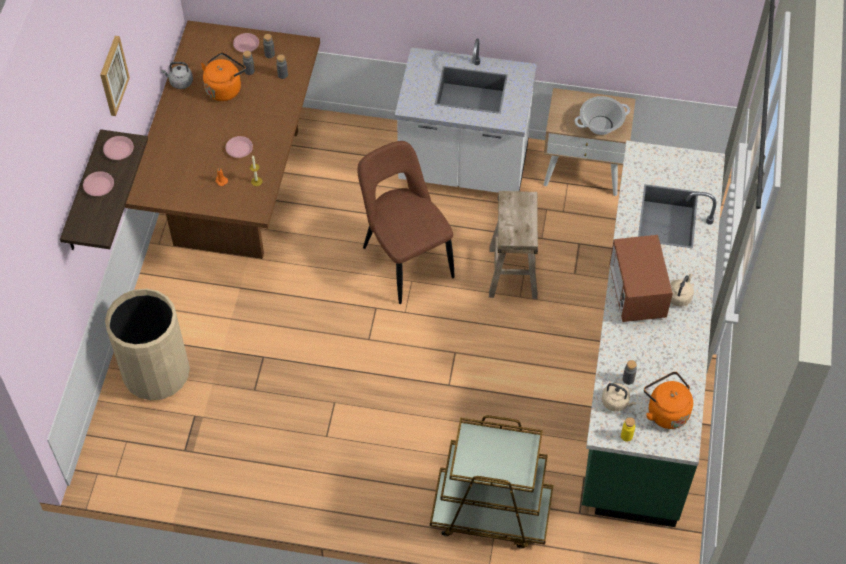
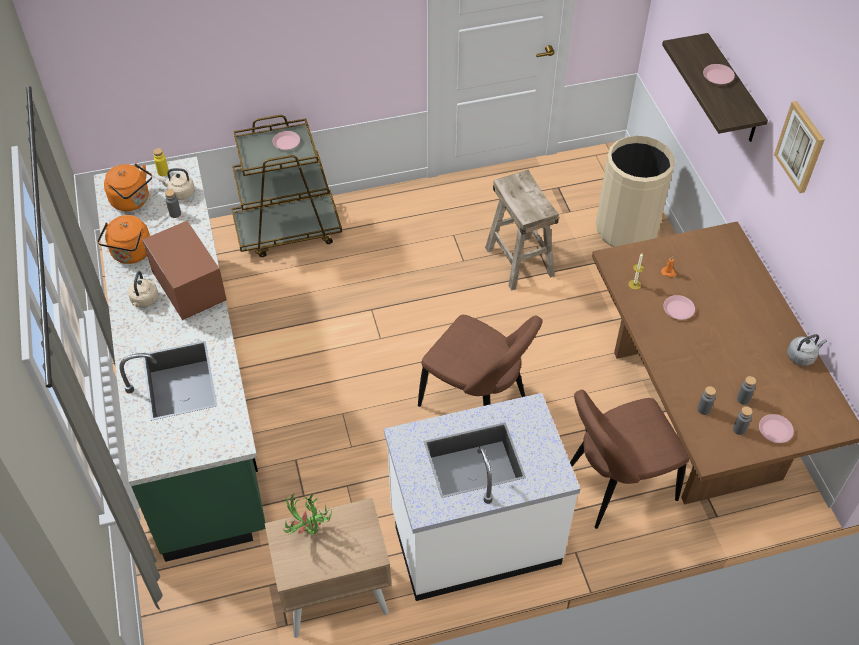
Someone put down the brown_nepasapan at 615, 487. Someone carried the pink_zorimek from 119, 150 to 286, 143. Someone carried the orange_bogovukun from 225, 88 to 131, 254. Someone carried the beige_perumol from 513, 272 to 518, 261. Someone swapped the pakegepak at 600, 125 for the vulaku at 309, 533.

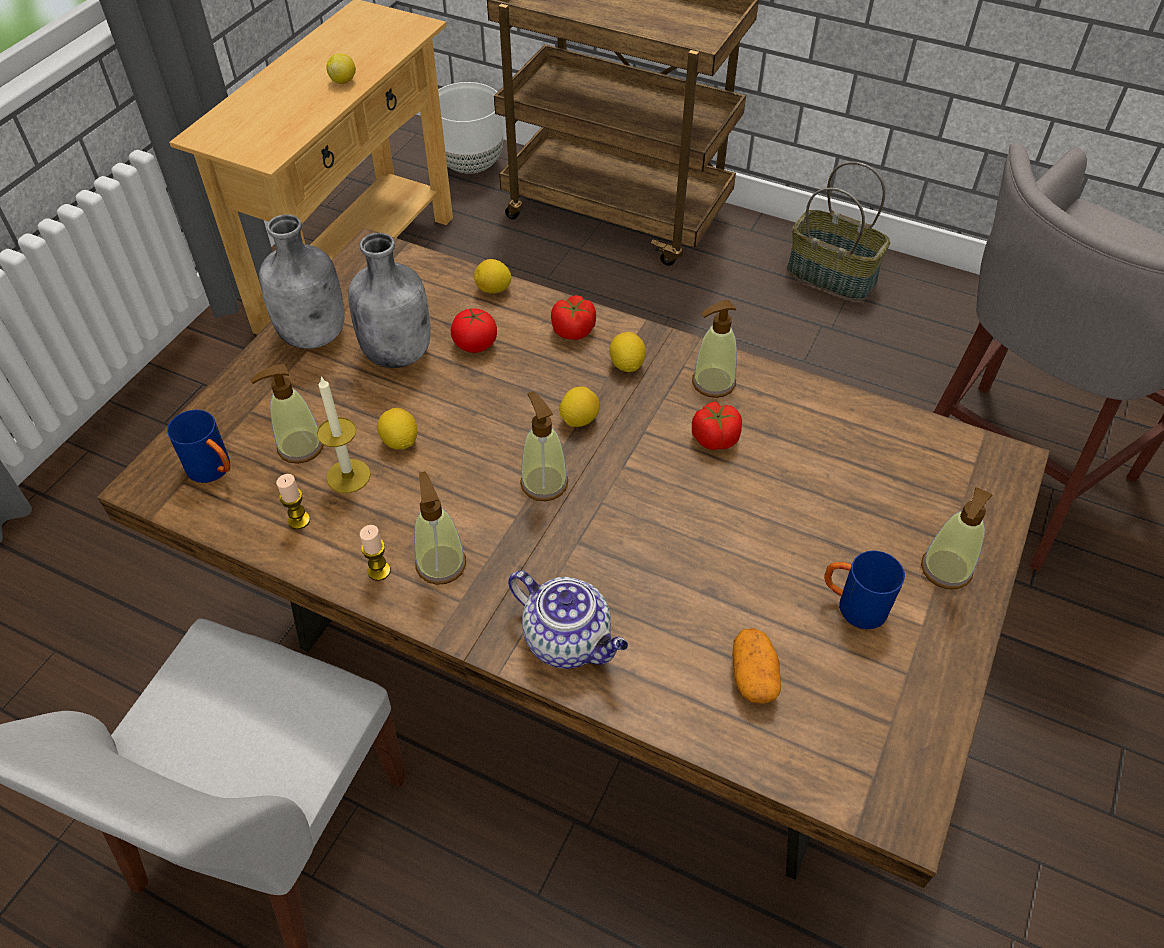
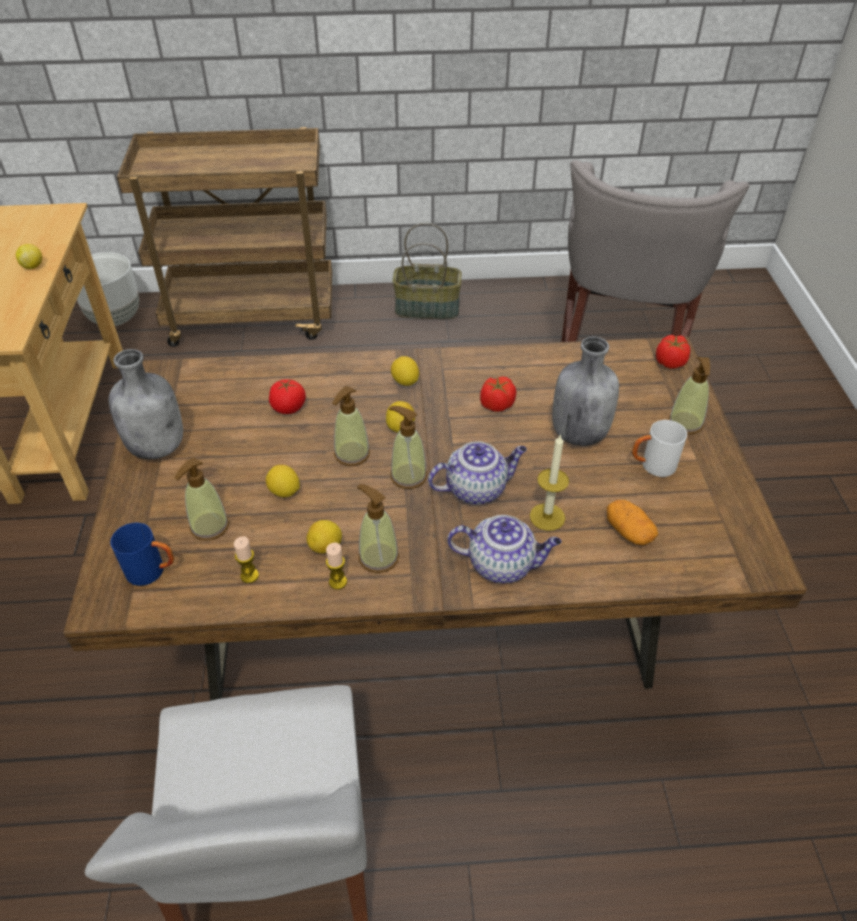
Someone put down the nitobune at 477, 489. Someone carried the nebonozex from 348, 476 to 547, 517. Someone carried the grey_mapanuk from 398, 352 to 578, 433. Someone carried the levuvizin from 493, 290 to 325, 547. Someone carried the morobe from 574, 331 to 670, 362. Someone carried the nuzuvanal from 713, 383 to 351, 454. Someone repainted the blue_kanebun at 852, 606, which became the white_kanebun at 652, 466.

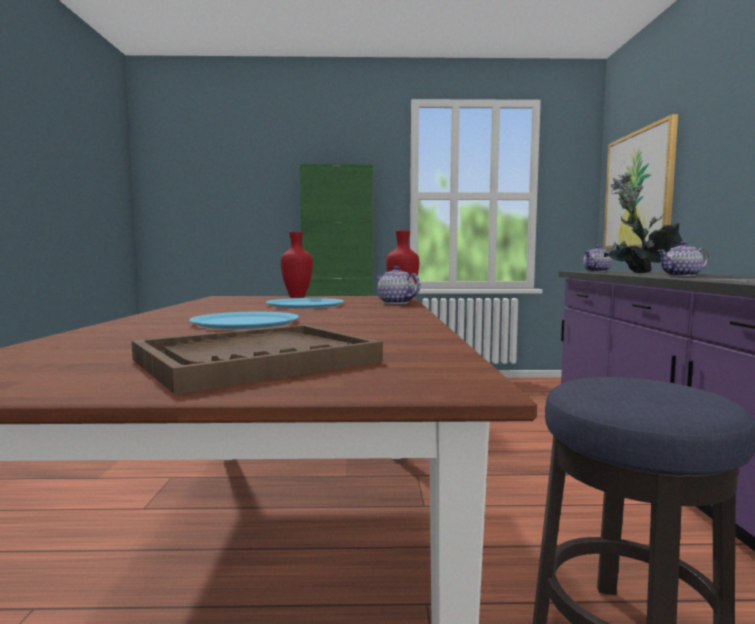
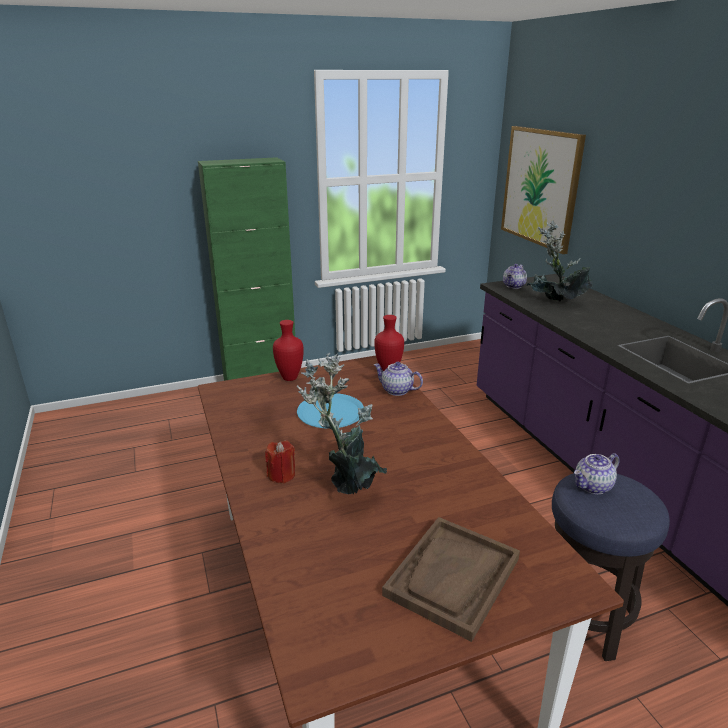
Someone put down the red_nebonozex at 281, 475. Someone carried the nitobune from 681, 275 to 593, 486. Someone swapped the blue_zorimek at 245, 322 for the vulaku at 348, 485.

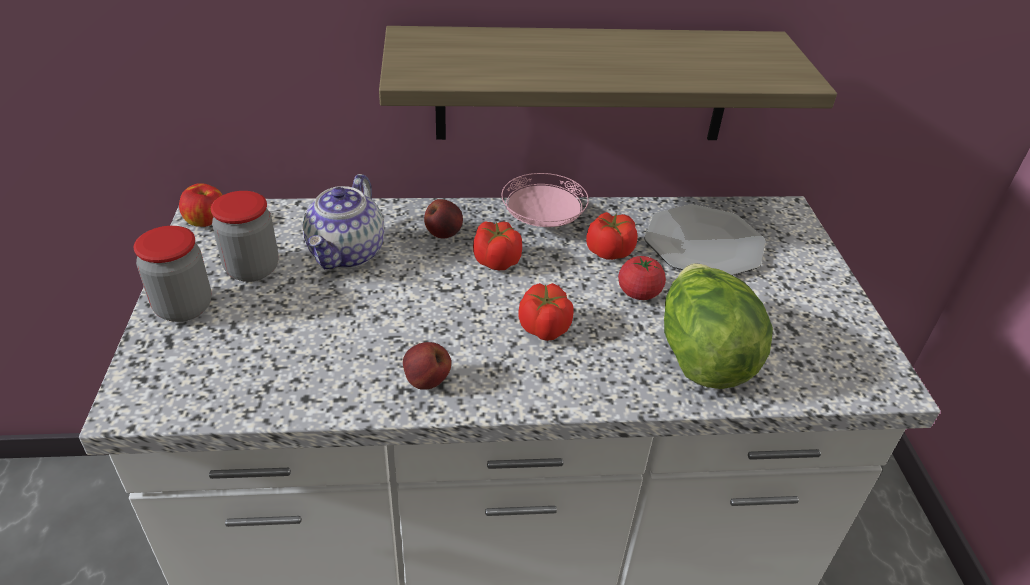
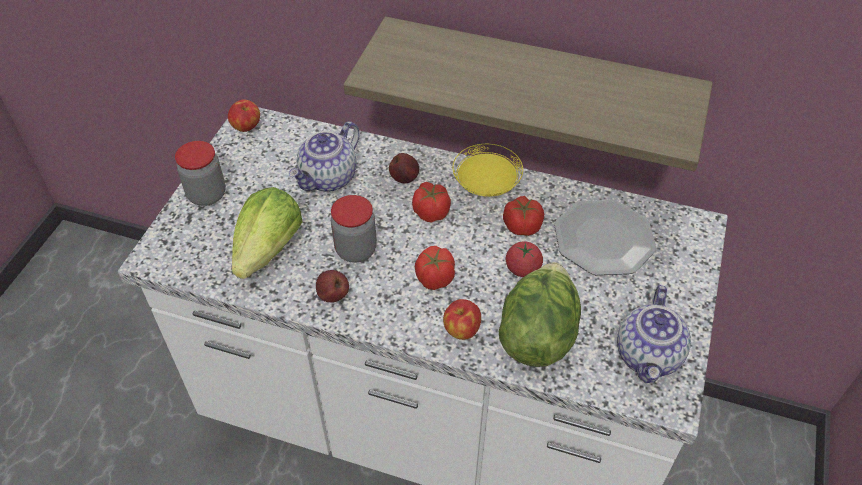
Someone put down the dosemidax at 269, 249. Someone put down the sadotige at 461, 330. Someone put down the nitobune at 649, 356. Someone carried the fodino from 252, 269 to 356, 250. Someone repainted the pink_zorimek at 543, 220, which became the yellow_zorimek at 486, 184.

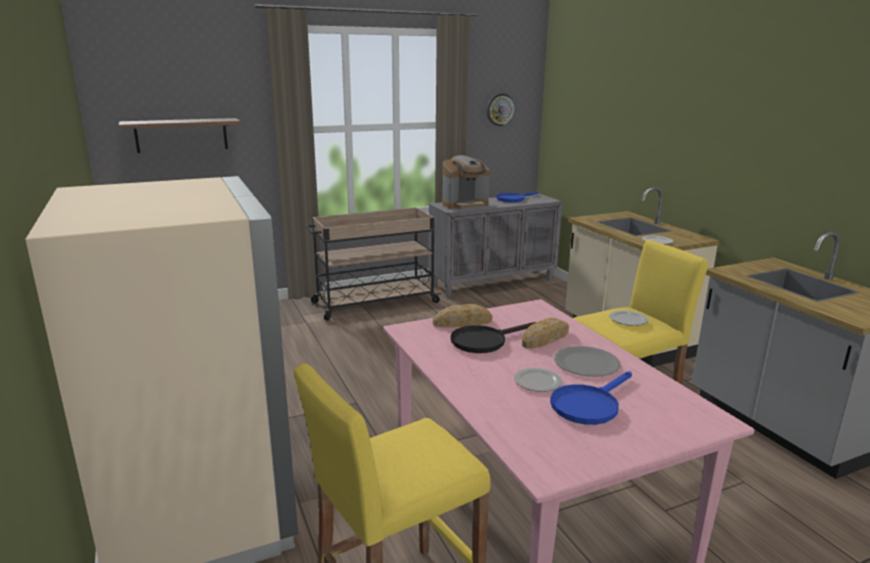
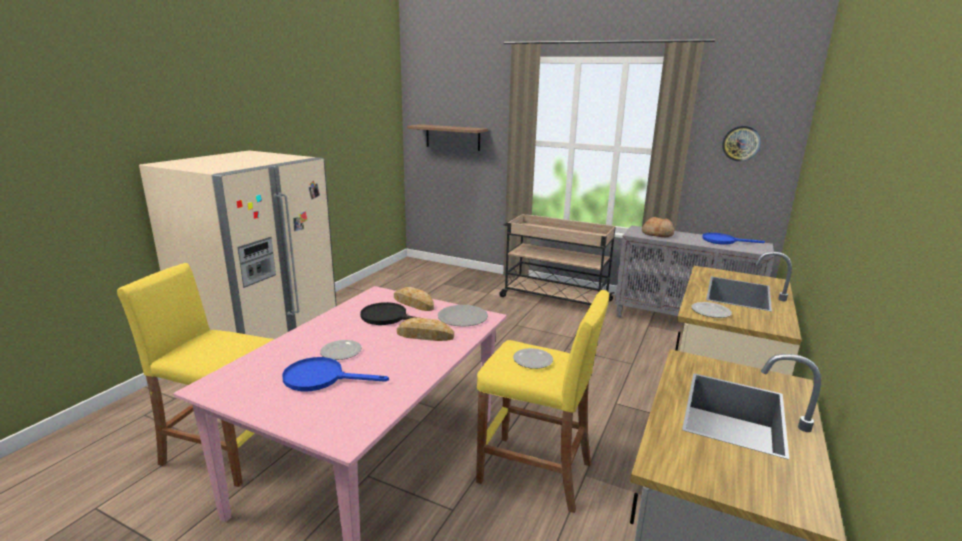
Someone carried the grey_zorimek from 586, 363 to 462, 317. Someone swapped the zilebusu at 465, 205 for the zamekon at 657, 234.

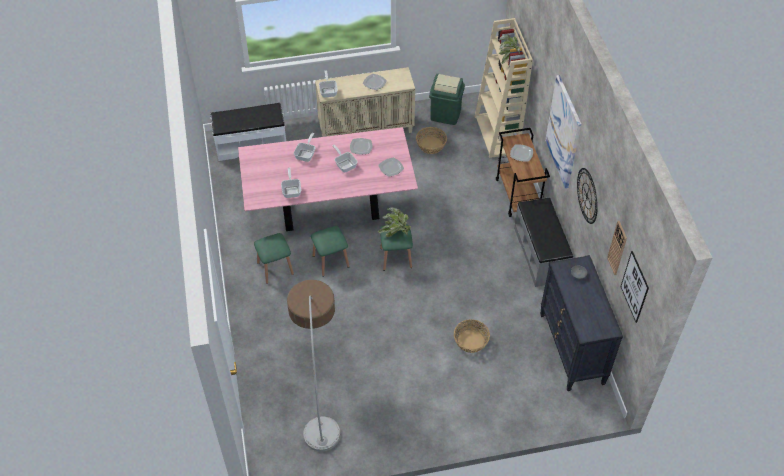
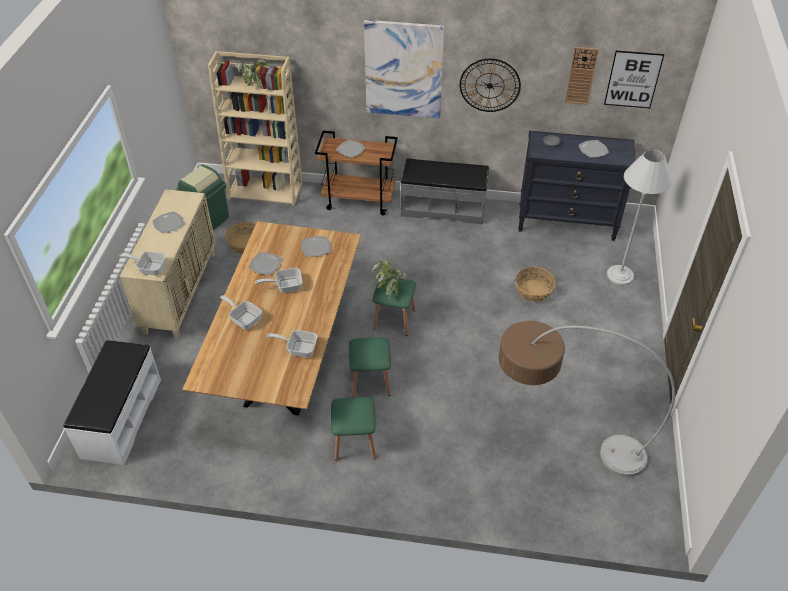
Someone put down the zorimek at 593, 150. Someone put down the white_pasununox at 620, 275. Someone repainted the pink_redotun at 329, 209, which became the brown_redotun at 287, 361.

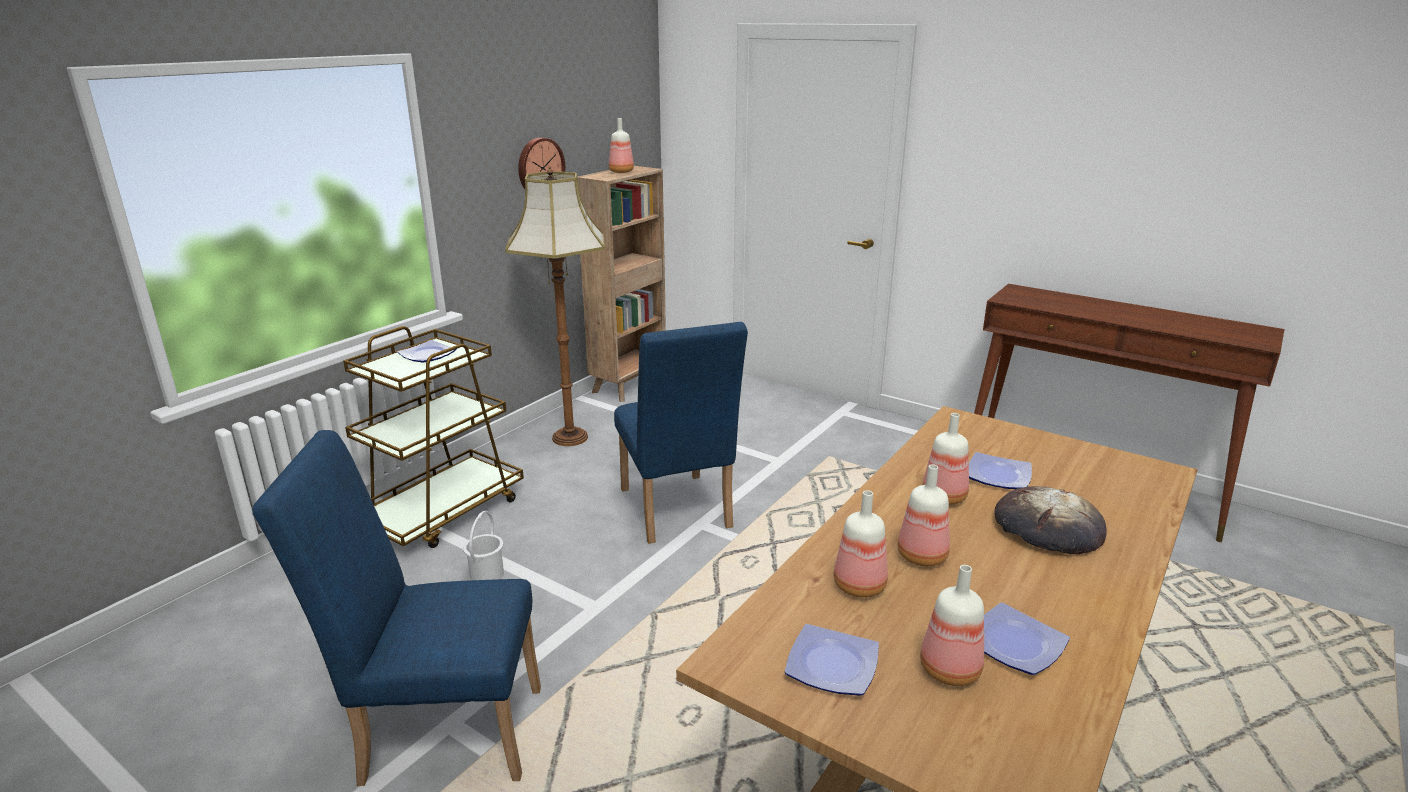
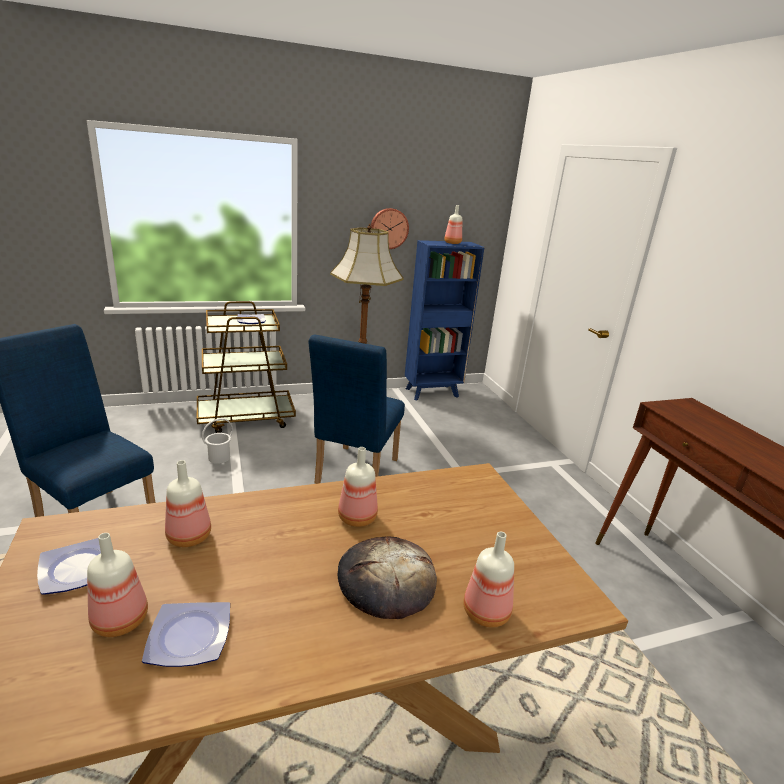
Someone took away the zorimek at 999, 475. Someone carried the mapanuk from 921, 555 to 486, 611. Someone repainted the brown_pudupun at 629, 385, which became the blue_pudupun at 433, 392.

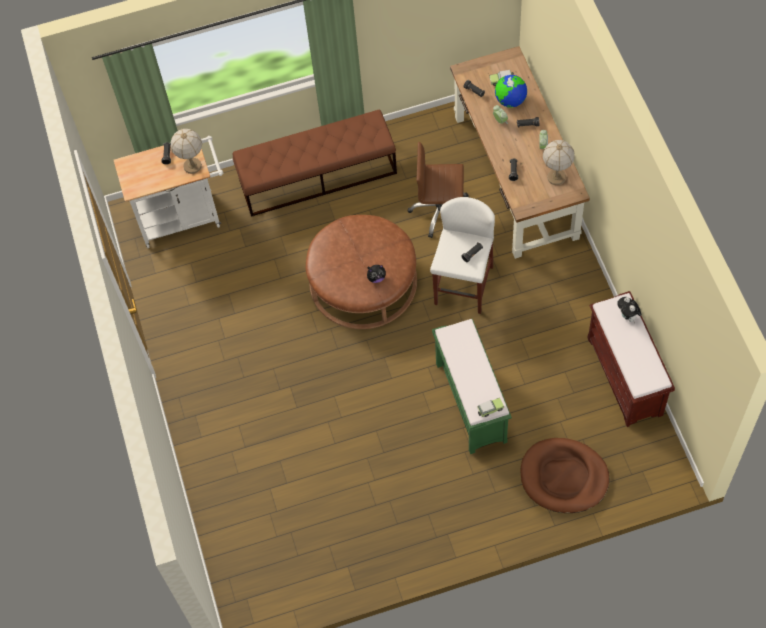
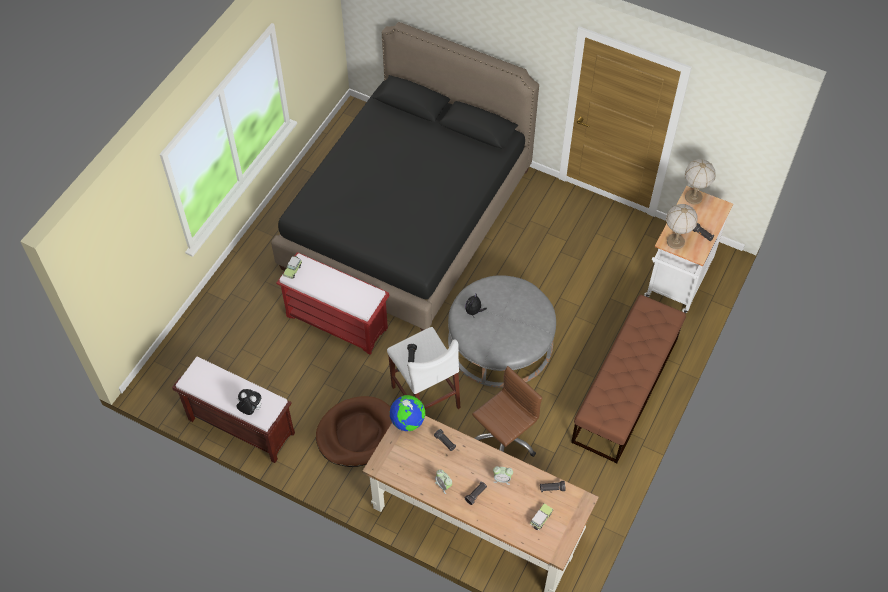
Someone put down the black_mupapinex at 407, 218. Someone carried the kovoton from 510, 101 to 408, 421. Someone carried the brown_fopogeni from 564, 477 to 357, 433. Someone carried the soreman from 556, 177 to 693, 197. Someone repainted the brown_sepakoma at 363, 281, which became the grey_sepakoma at 500, 341. Someone repainted the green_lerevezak at 470, 401, which became the red_lerevezak at 338, 322.

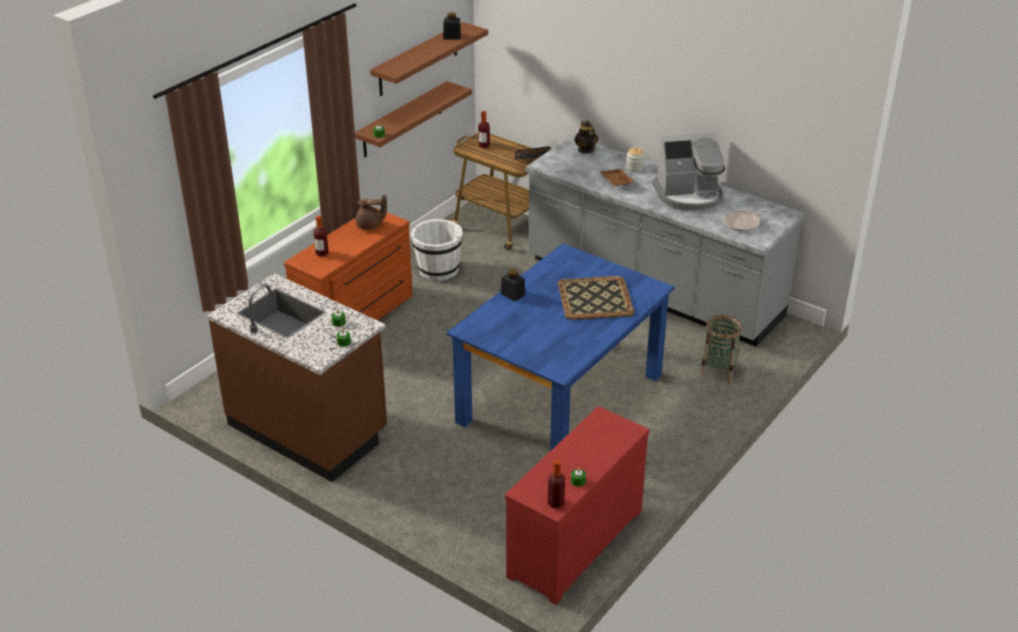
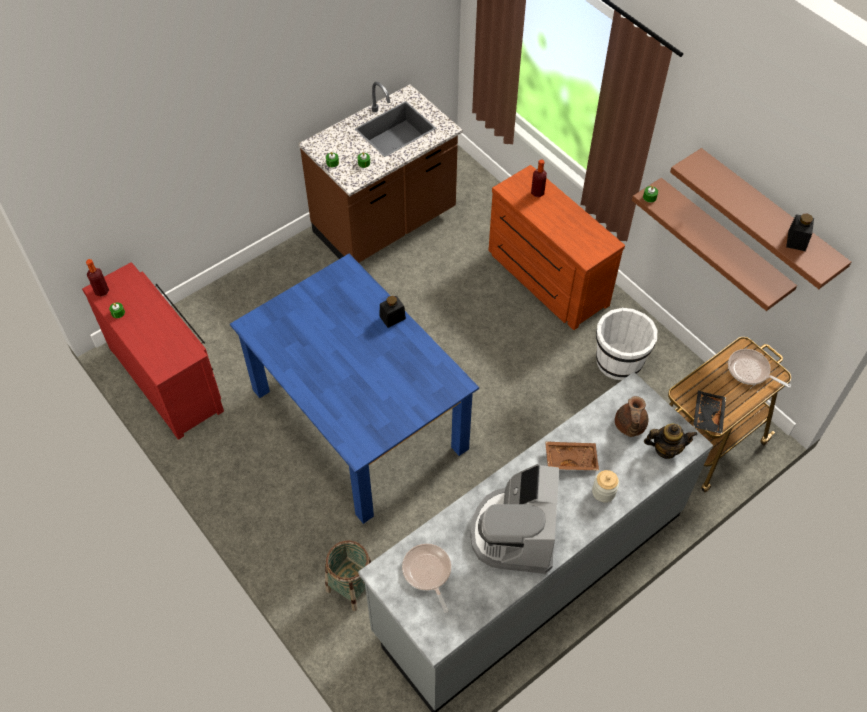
Someone took away the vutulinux at 596, 298. Someone carried the brown_nitobune from 370, 226 to 629, 426. Someone swapped the mapanuk at 484, 146 for the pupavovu at 750, 371.

